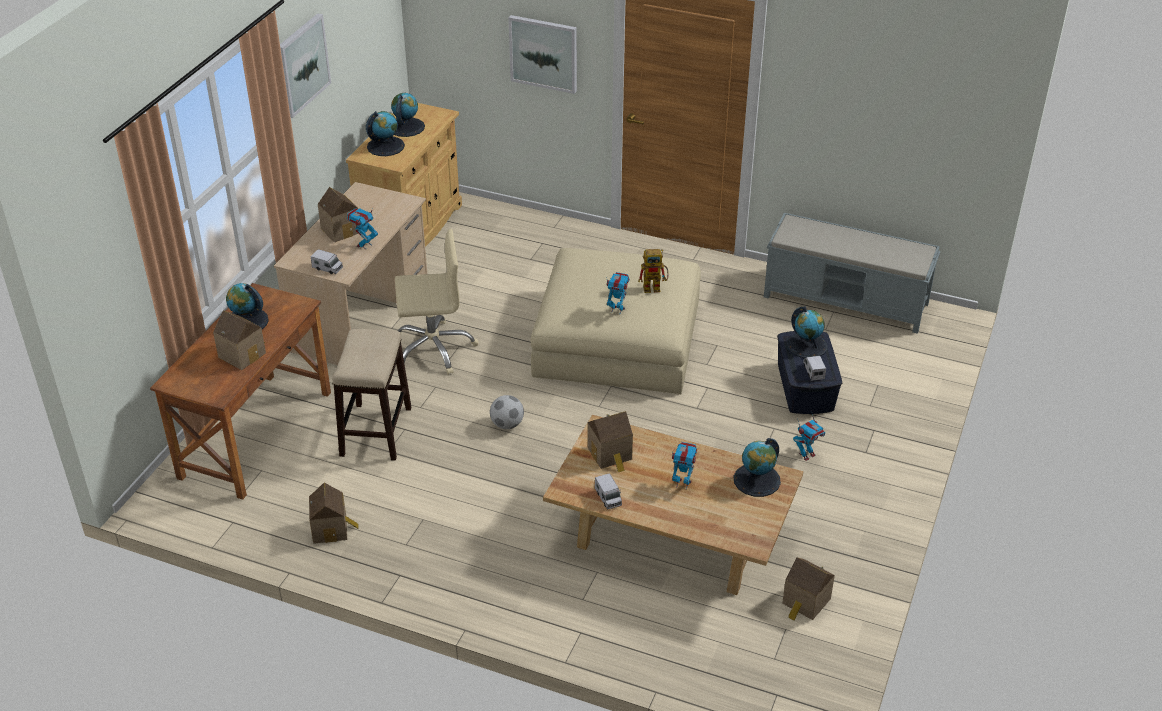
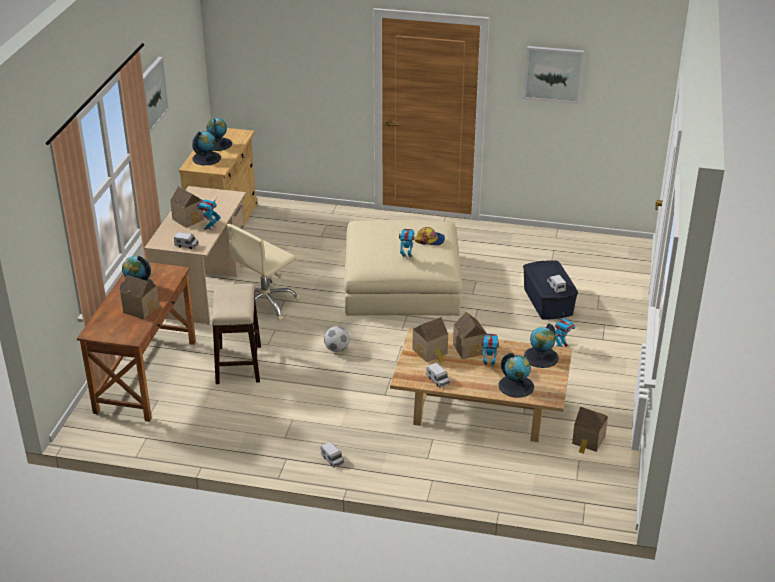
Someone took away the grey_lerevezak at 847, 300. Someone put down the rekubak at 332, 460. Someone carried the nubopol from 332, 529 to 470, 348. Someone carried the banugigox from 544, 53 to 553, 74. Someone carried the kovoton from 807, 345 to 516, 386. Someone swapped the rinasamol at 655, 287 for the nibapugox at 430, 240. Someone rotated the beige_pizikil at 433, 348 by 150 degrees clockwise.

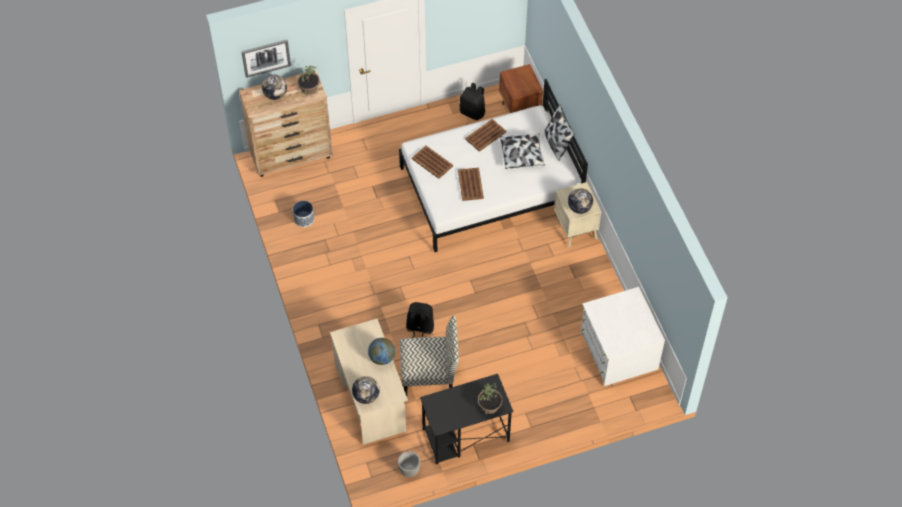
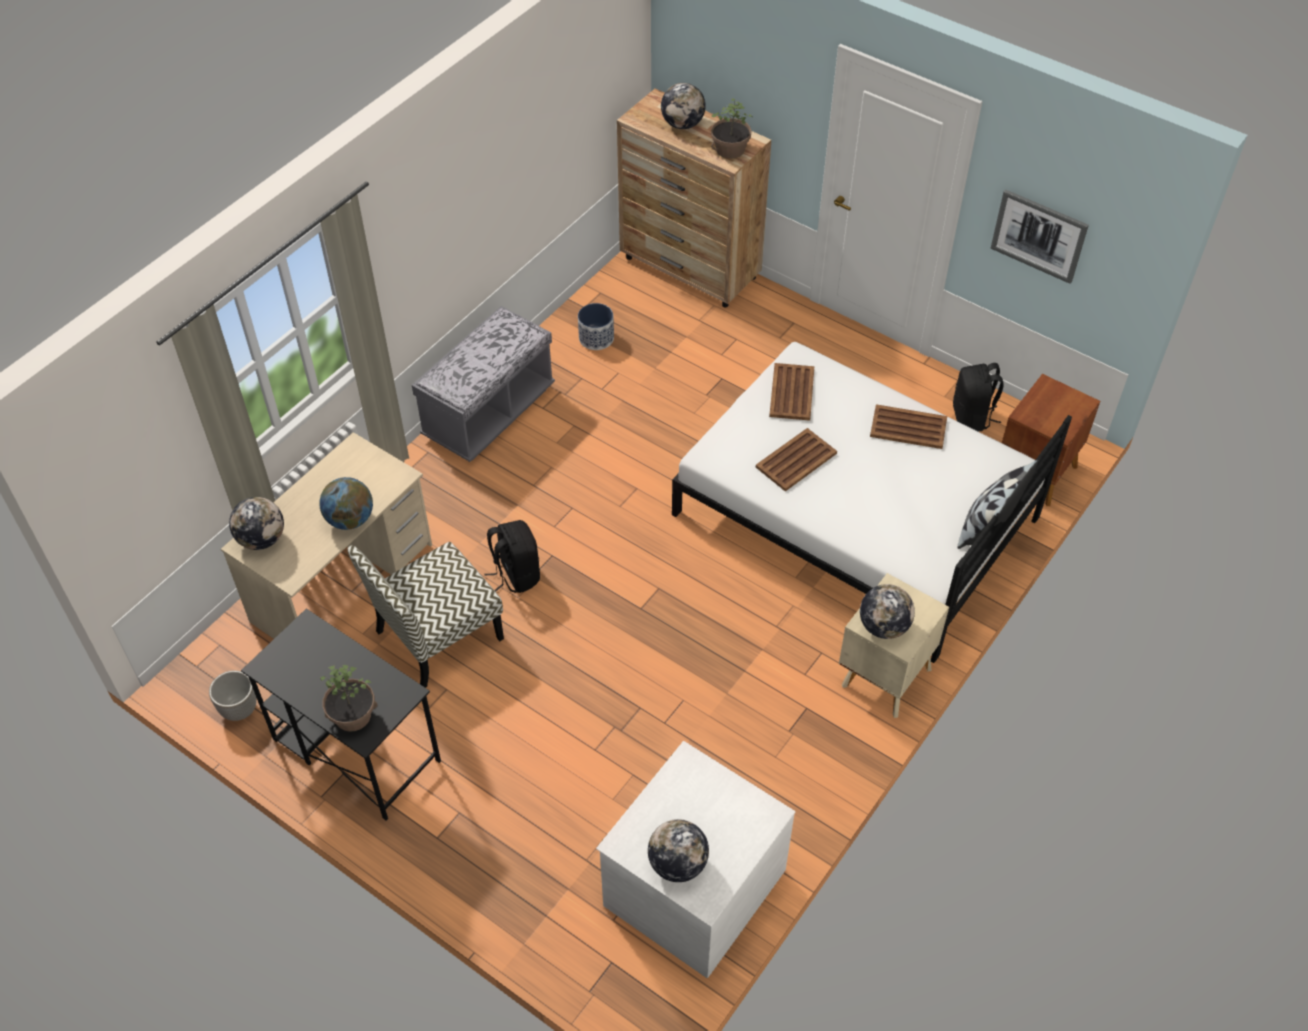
Someone took away the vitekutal at 522, 155. Someone put down the grey_lerevezak at 489, 413. Someone put down the kovoton at 677, 864. Someone carried the banugigox from 266, 57 to 1039, 235. Someone rotated the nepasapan at 430, 375 by 90 degrees clockwise.

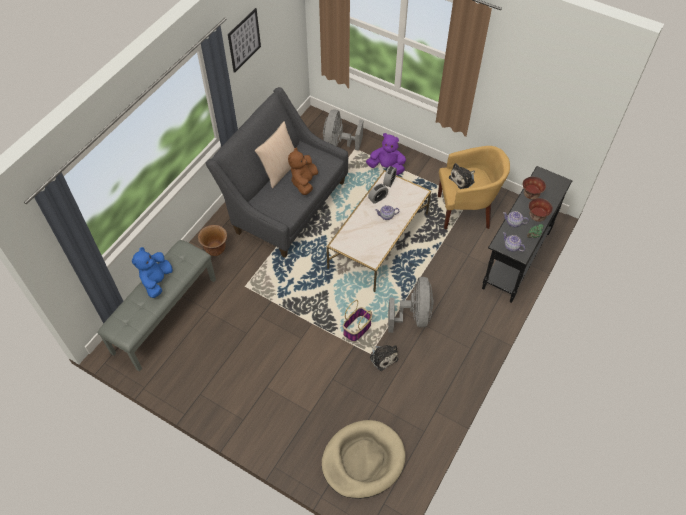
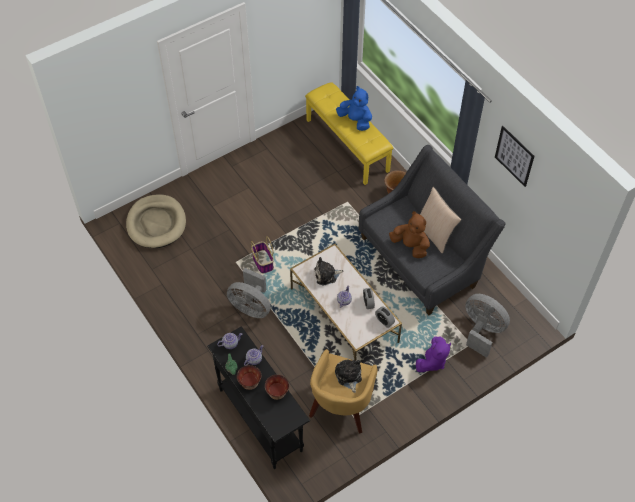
Someone carried the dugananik from 382, 357 to 326, 275. Someone repainted the grey_lerevezak at 164, 315, which became the yellow_lerevezak at 348, 145.

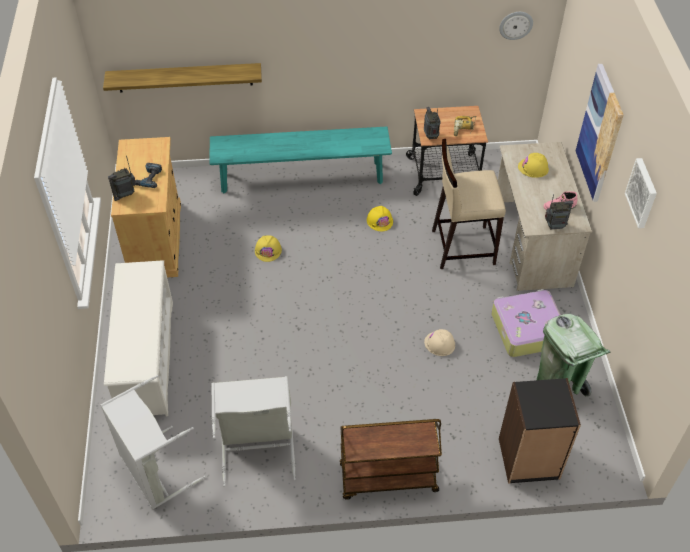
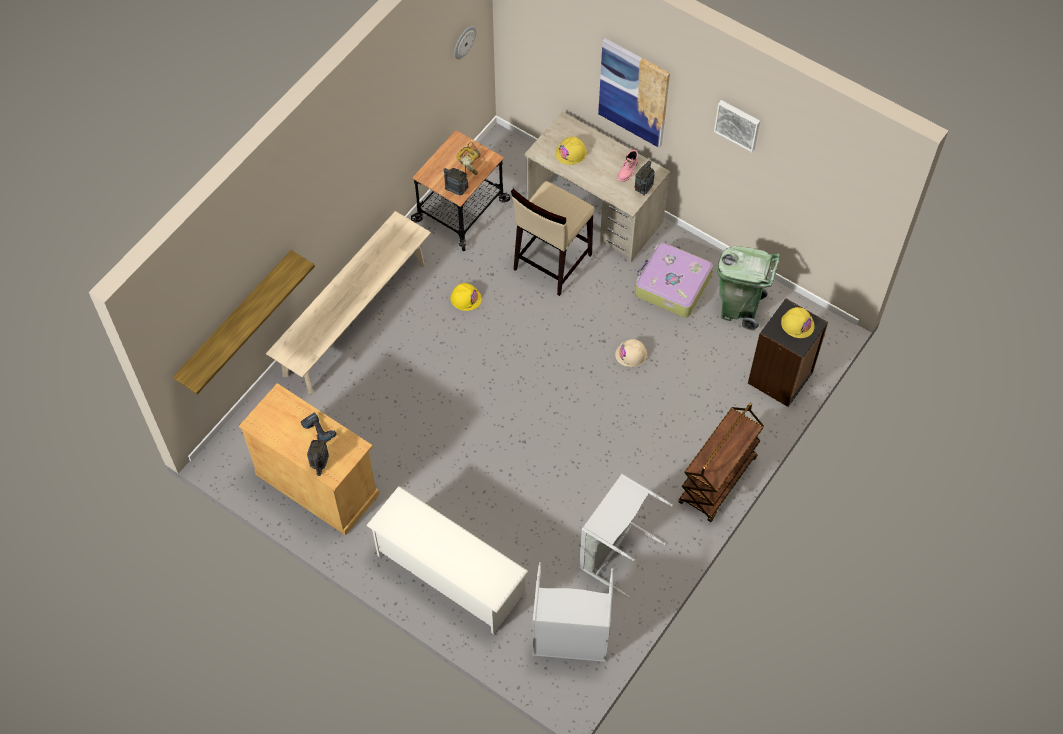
Someone carried the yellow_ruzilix from 268, 250 to 797, 324. Someone repainted the turquoise_lerevezak at 301, 177, which became the beige_lerevezak at 355, 318.

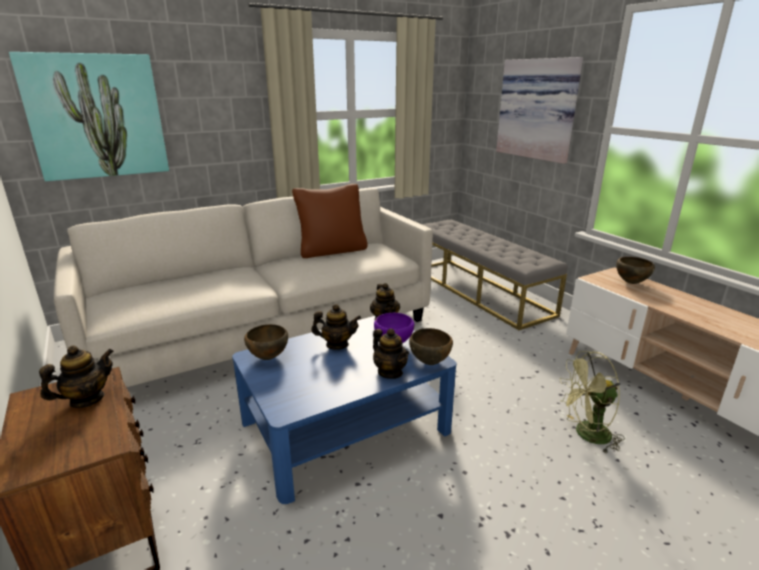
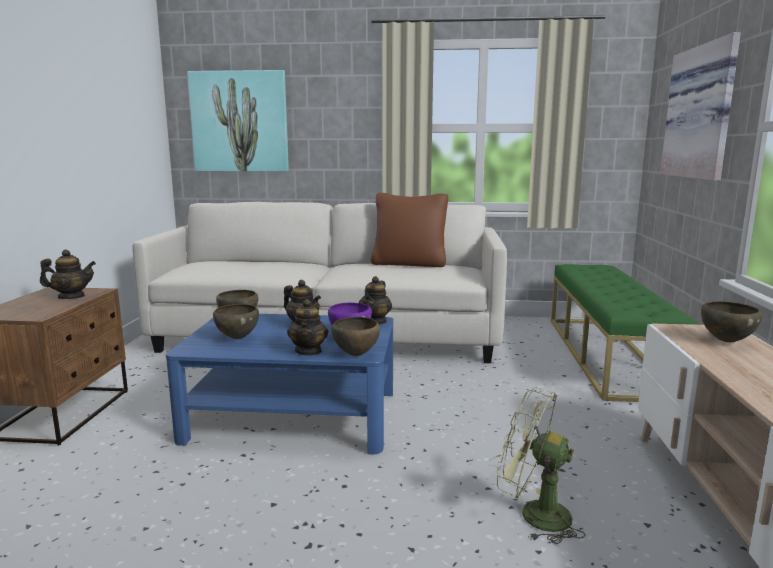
Someone put down the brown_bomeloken at 237, 338. Someone repainted the grey_lerevezak at 478, 290, which became the green_lerevezak at 606, 355.

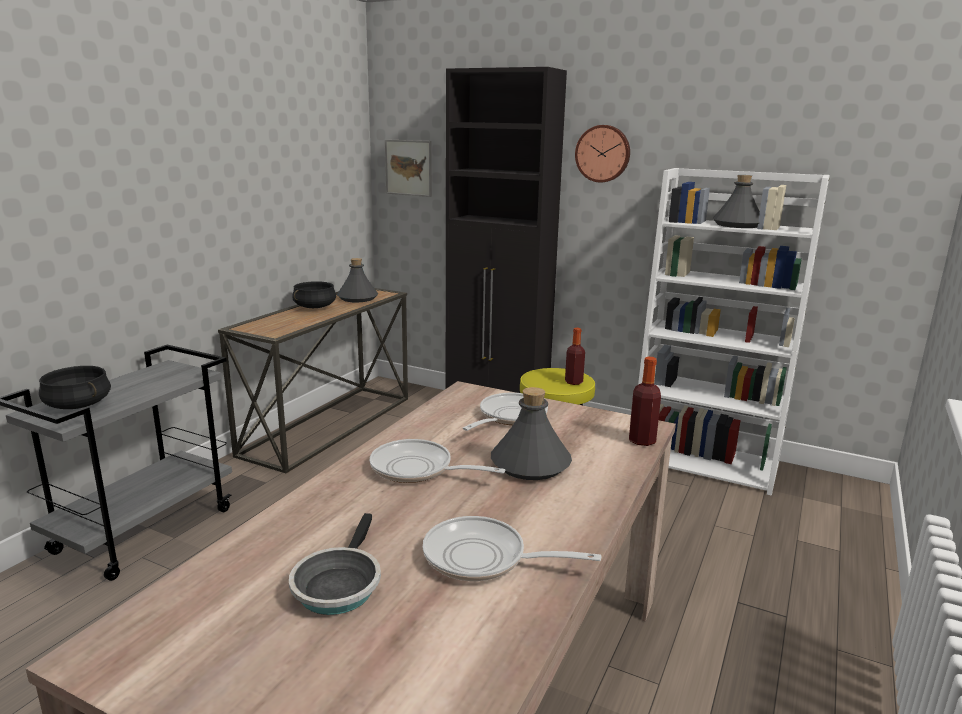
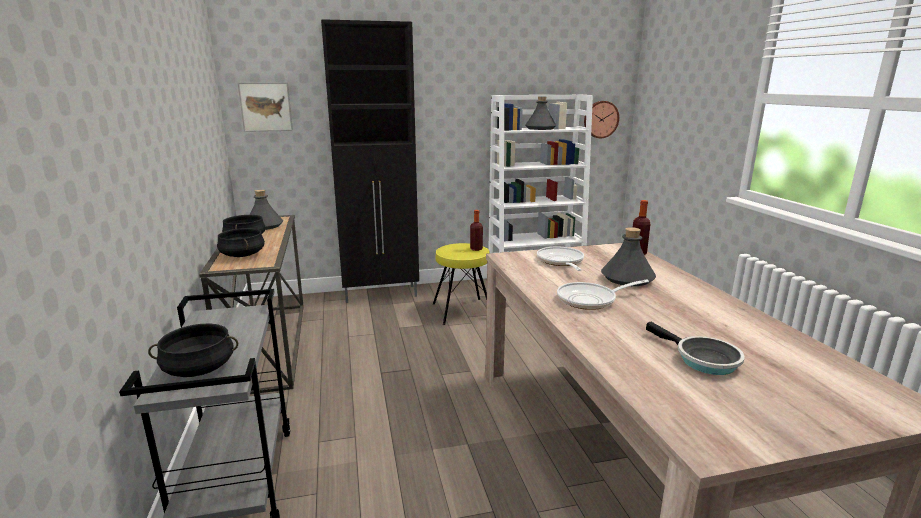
Someone took away the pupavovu at 483, 558. Someone put down the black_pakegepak at 242, 255. Someone carried the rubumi from 603, 153 to 600, 119.

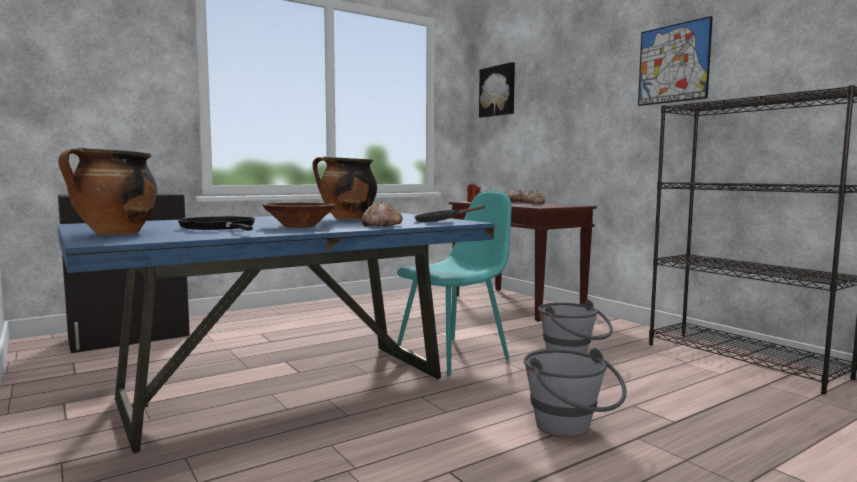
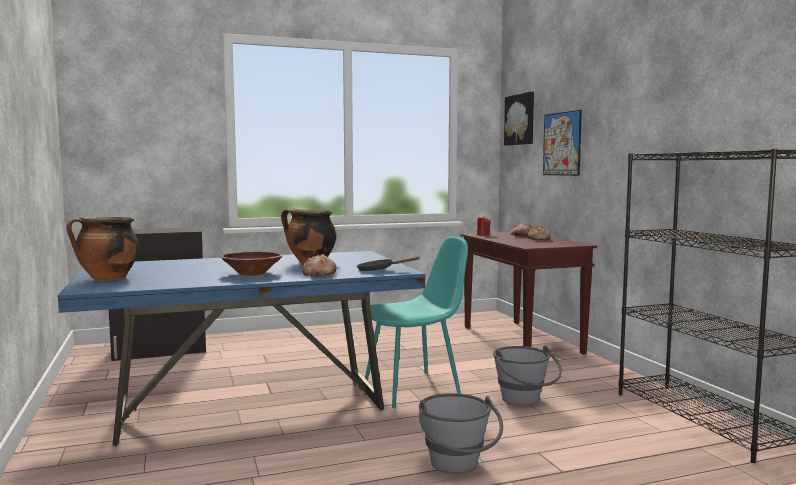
Someone took away the black_pupavovu at 220, 228. Someone carried the banugigox from 673, 63 to 562, 144.

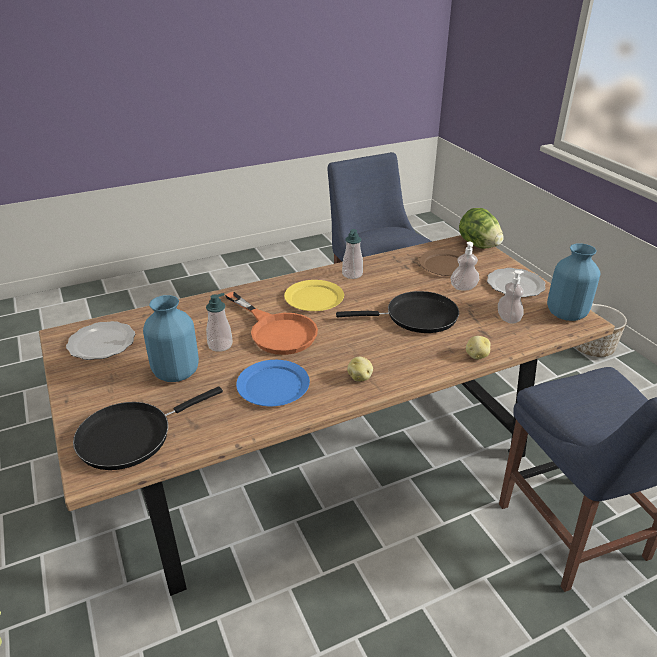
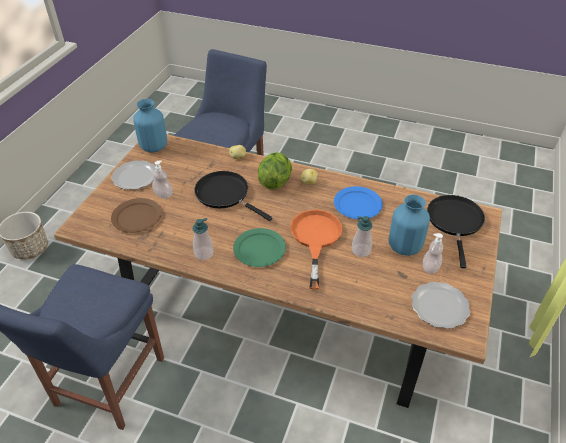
Someone carried the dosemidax from 478, 245 to 275, 181. Someone carried the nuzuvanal from 508, 318 to 430, 267. Someone repainted the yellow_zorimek at 313, 298, which became the green_zorimek at 259, 249. Someone rotated the black_pupavovu at 131, 436 by 90 degrees counterclockwise.

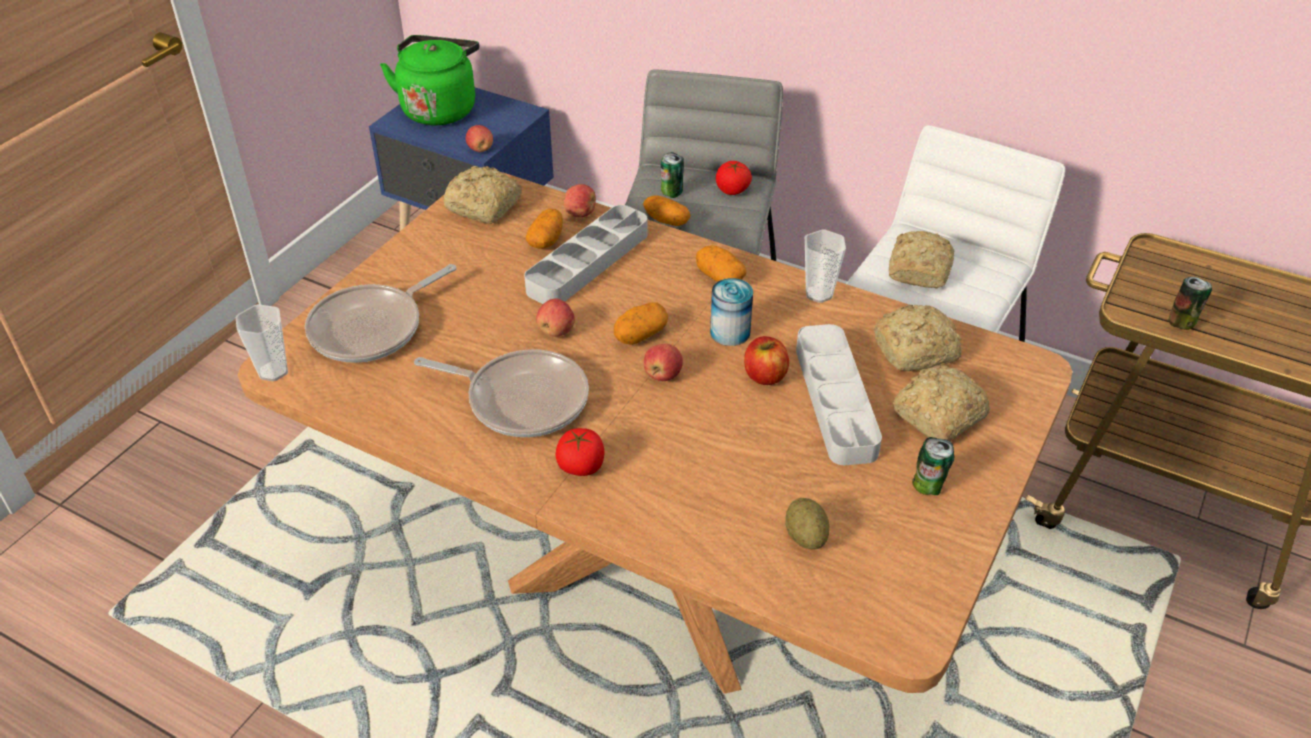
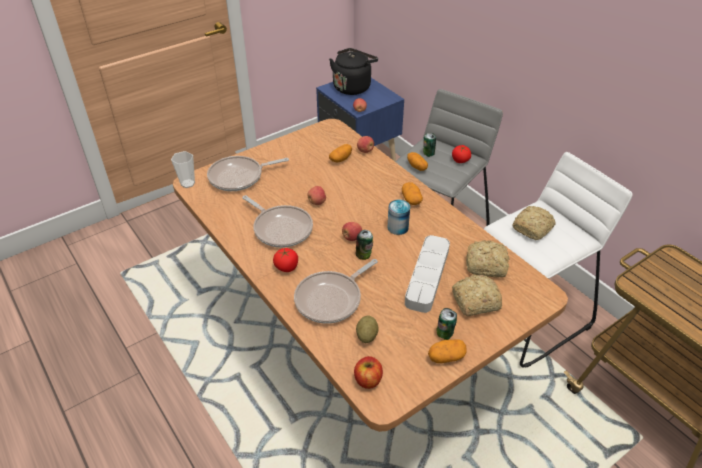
Someone took away the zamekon at 484, 207. Someone took away the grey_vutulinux at 588, 262. Someone took away the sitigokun at 819, 294. Someone put down the pupavovu at 331, 299. Someone carried the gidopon from 640, 335 to 446, 357. Someone carried the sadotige from 765, 376 to 368, 380. Someone carried the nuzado from 1182, 322 to 364, 255. Someone repainted the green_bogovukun at 440, 108, which became the black_bogovukun at 353, 86.

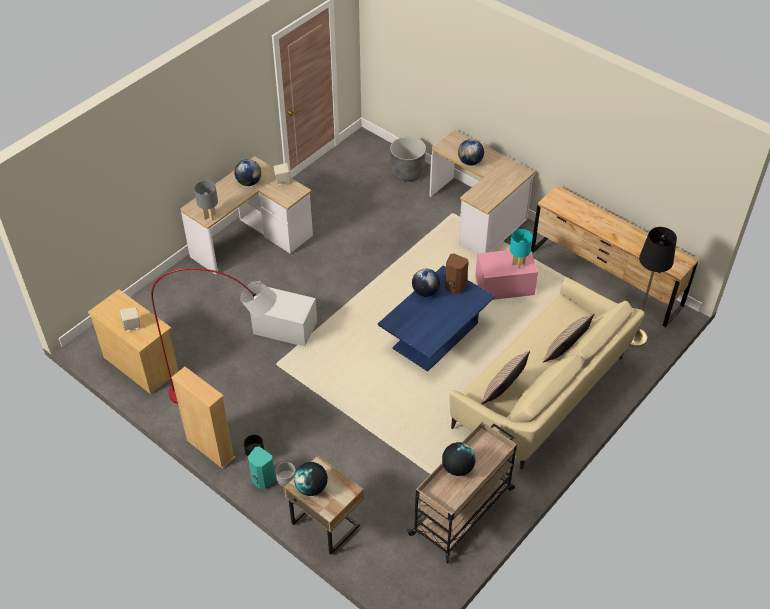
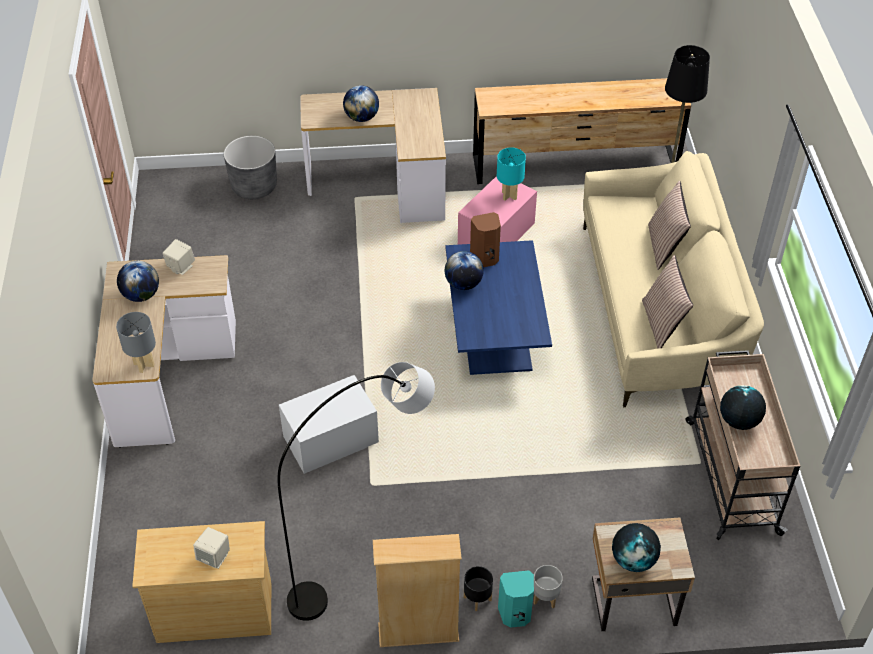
Someone repainted the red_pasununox at 231, 395, which became the grey_pasununox at 366, 557.

